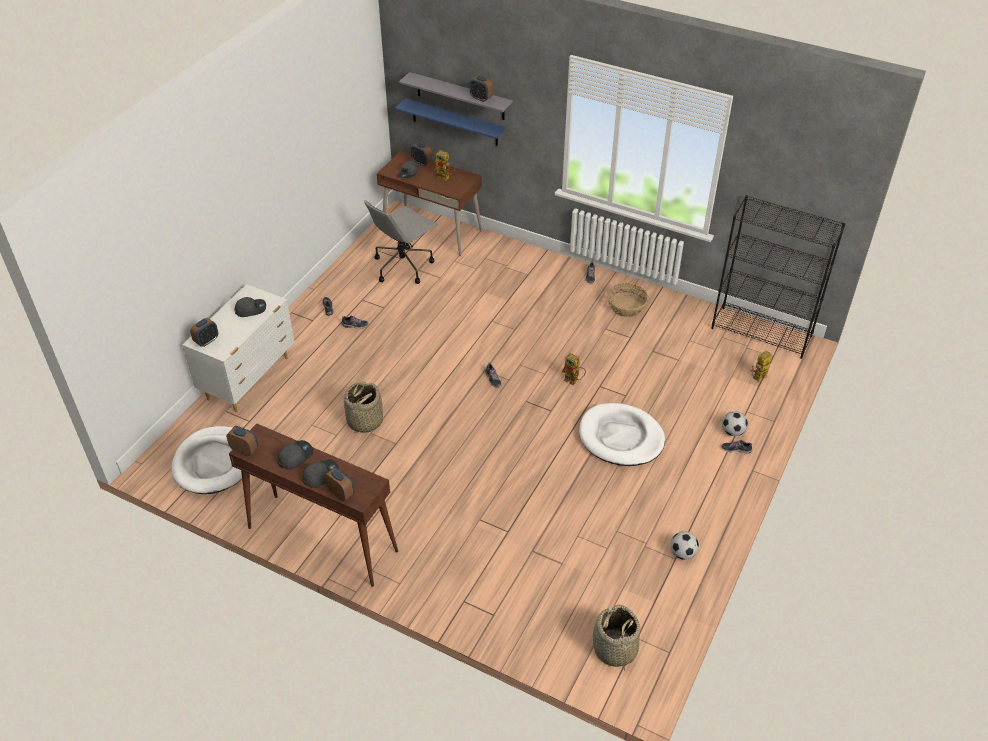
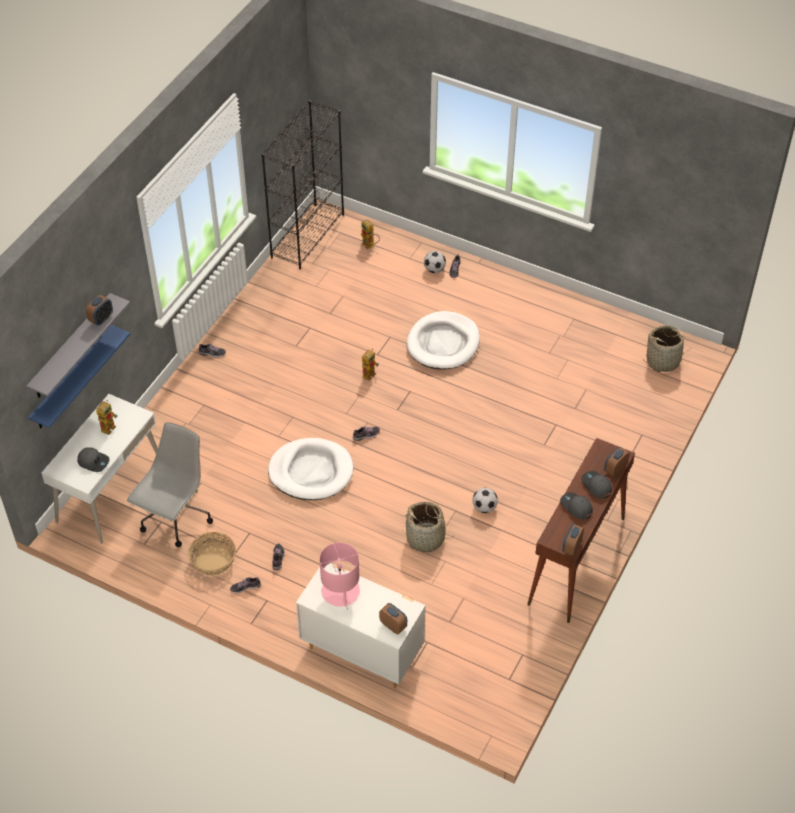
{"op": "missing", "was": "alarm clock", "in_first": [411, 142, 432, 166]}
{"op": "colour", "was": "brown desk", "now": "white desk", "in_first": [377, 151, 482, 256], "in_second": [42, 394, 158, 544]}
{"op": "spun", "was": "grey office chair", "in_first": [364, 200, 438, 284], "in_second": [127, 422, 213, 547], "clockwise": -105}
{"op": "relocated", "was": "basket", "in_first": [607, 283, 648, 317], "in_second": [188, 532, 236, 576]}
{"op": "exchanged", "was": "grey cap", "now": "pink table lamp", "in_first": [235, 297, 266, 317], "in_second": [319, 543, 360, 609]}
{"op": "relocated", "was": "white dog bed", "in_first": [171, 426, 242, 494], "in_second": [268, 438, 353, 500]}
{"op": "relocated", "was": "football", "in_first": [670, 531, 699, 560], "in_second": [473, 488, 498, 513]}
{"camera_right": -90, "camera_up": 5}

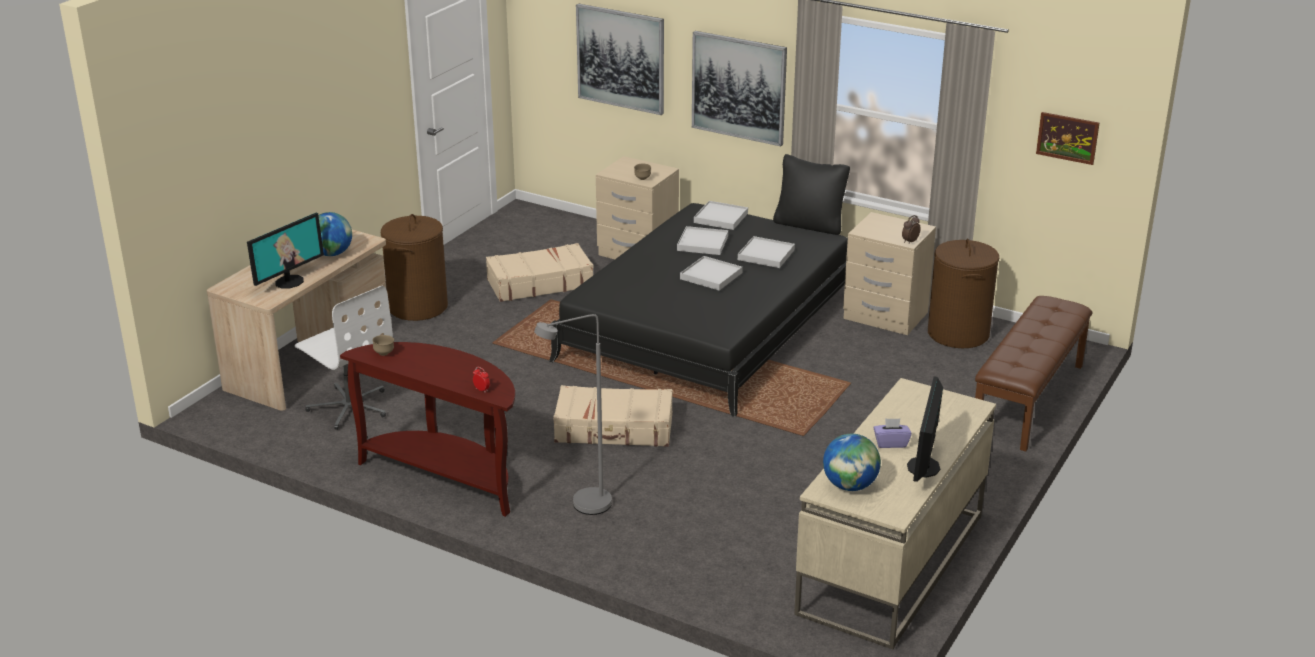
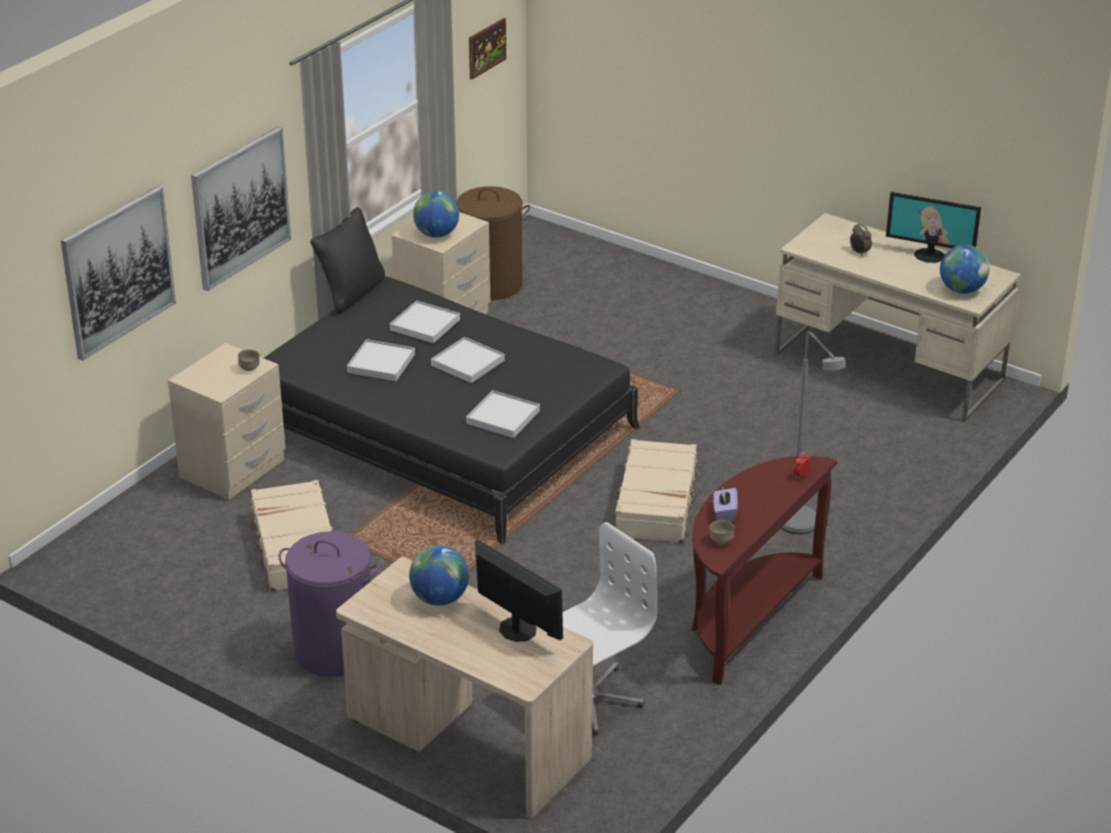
{"op": "relocated", "was": "white tray", "in_first": [694, 201, 748, 230], "in_second": [466, 390, 540, 438]}
{"op": "colour", "was": "brown laundry basket", "now": "purple laundry basket", "in_first": [381, 214, 448, 321], "in_second": [279, 531, 379, 677]}
{"op": "relocated", "was": "alarm clock", "in_first": [902, 215, 921, 244], "in_second": [850, 224, 872, 256]}
{"op": "missing", "was": "brown bench", "in_first": [975, 296, 1092, 452]}
{"op": "relocated", "was": "purple tissue box", "in_first": [873, 418, 912, 448], "in_second": [713, 488, 738, 522]}
{"op": "appeared", "now": "globe", "in_second": [413, 191, 459, 238]}
{"camera_right": -85, "camera_up": 5}

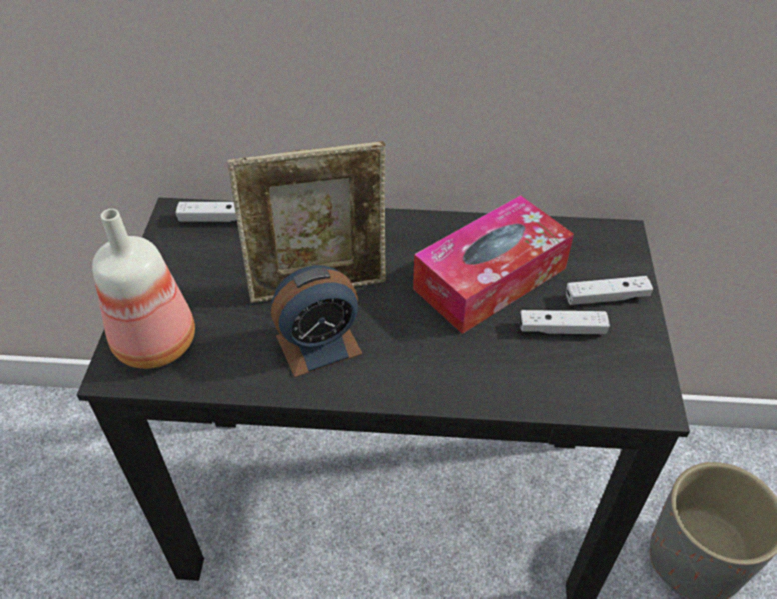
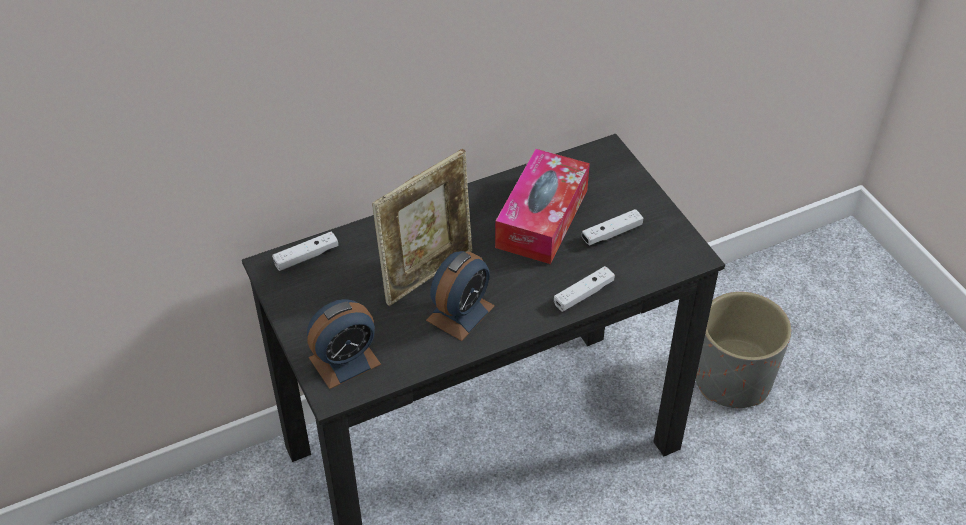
{"op": "exchanged", "was": "bottle", "now": "alarm clock", "in_first": [92, 209, 195, 369], "in_second": [307, 299, 381, 389]}
{"op": "relocated", "was": "white game controller", "in_first": [566, 276, 653, 305], "in_second": [554, 266, 615, 312]}
{"camera_right": -30, "camera_up": 0}

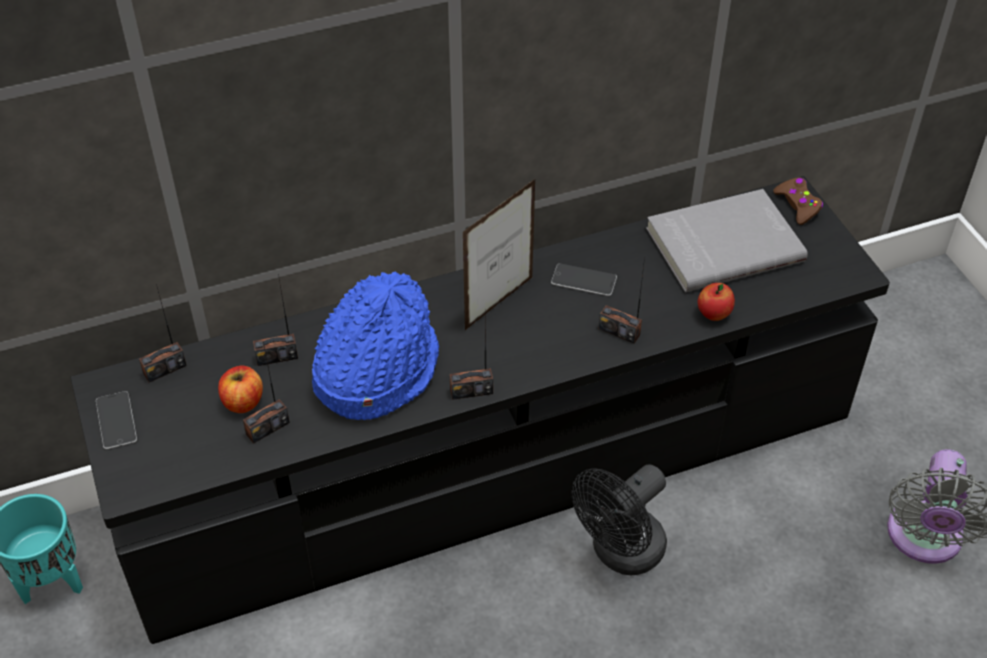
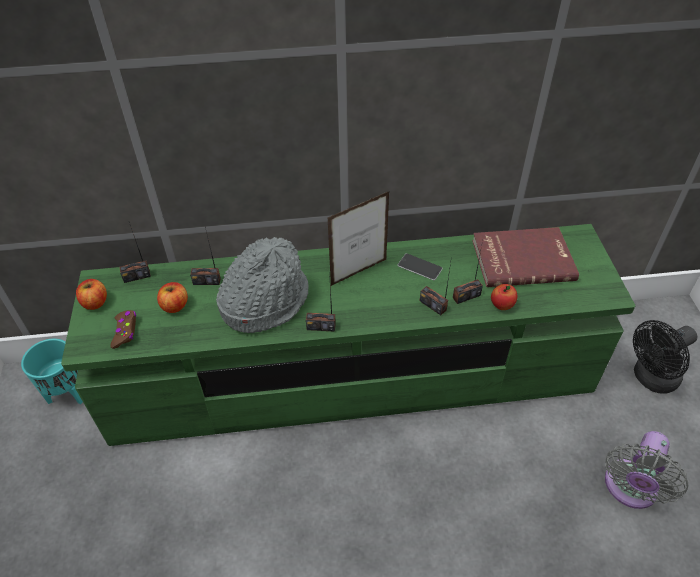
{"op": "colour", "was": "black tv stand", "now": "green tv stand", "in_first": [70, 176, 890, 644], "in_second": [61, 224, 635, 446]}
{"op": "relocated", "was": "brown game controller", "in_first": [773, 178, 823, 225], "in_second": [110, 310, 136, 349]}
{"op": "colour", "was": "grey book", "now": "red book", "in_first": [646, 189, 808, 292], "in_second": [472, 227, 579, 287]}
{"op": "colour", "was": "blue hat", "now": "grey hat", "in_first": [312, 272, 439, 420], "in_second": [216, 237, 309, 333]}
{"op": "relocated", "was": "radio", "in_first": [243, 341, 290, 444], "in_second": [453, 241, 483, 304]}
{"op": "exchanged", "was": "phone", "now": "apple", "in_first": [96, 391, 137, 449], "in_second": [76, 279, 107, 310]}
{"op": "relocated", "was": "black fan", "in_first": [571, 464, 667, 575], "in_second": [633, 320, 697, 394]}
{"camera_right": 15, "camera_up": 0}

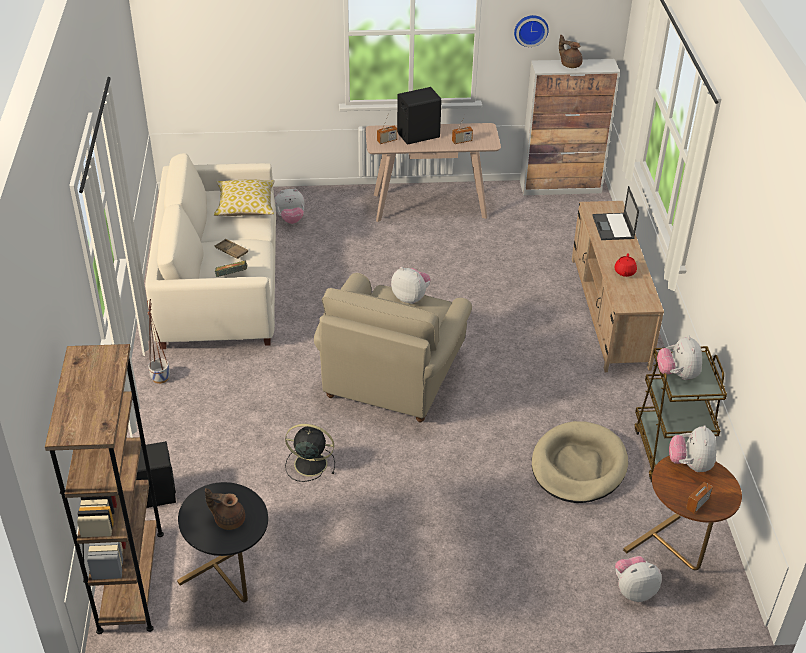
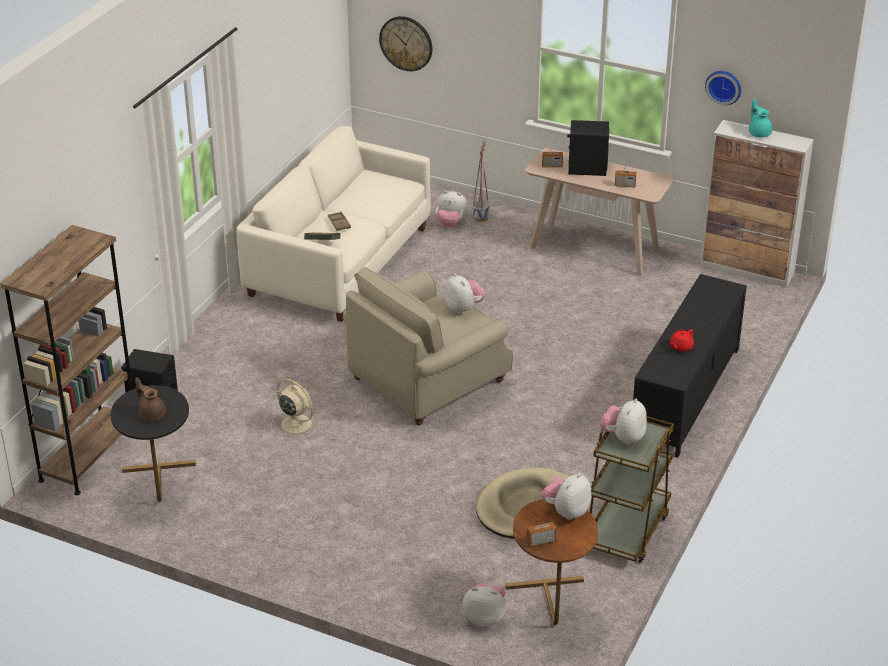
{"op": "colour", "was": "brown teapot", "now": "turquoise teapot", "in_first": [559, 35, 582, 68], "in_second": [749, 99, 772, 137]}
{"op": "missing", "was": "pillow", "in_first": [214, 180, 274, 216]}
{"op": "missing", "was": "laptop", "in_first": [592, 186, 639, 240]}
{"op": "colour", "was": "beige tv stand", "now": "black tv stand", "in_first": [572, 201, 664, 372], "in_second": [633, 274, 747, 458]}
{"op": "relocated", "was": "planter", "in_first": [147, 299, 170, 384], "in_second": [472, 141, 490, 222]}
{"op": "colour", "was": "black fan", "now": "beige fan", "in_first": [285, 424, 335, 482], "in_second": [271, 379, 320, 438]}
{"op": "appeared", "now": "wall clock", "in_second": [379, 16, 432, 71]}
{"camera_right": 30, "camera_up": -5}

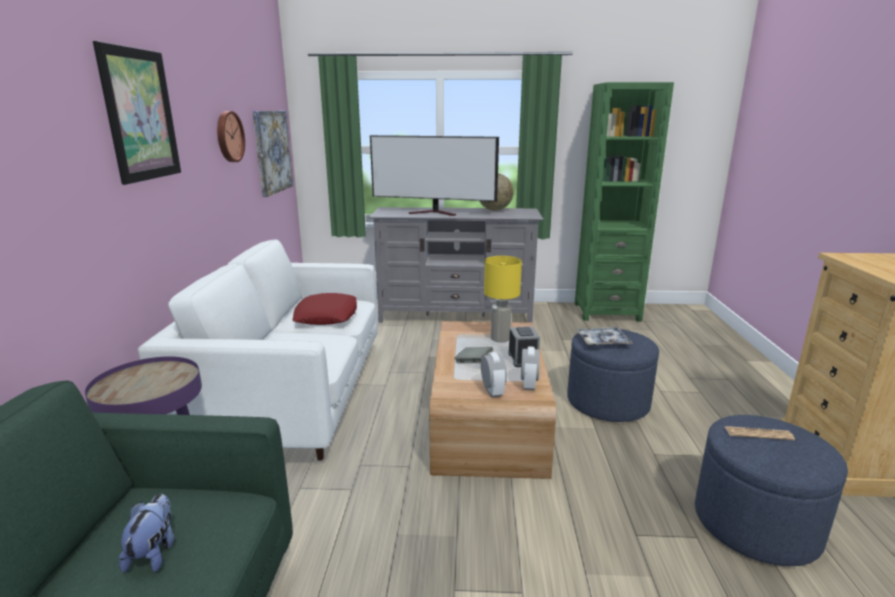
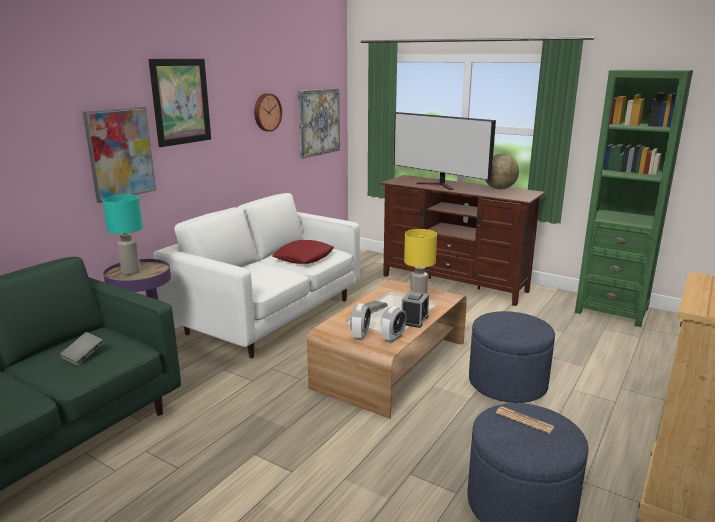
{"op": "colour", "was": "grey tv stand", "now": "brown tv stand", "in_first": [368, 207, 544, 323], "in_second": [380, 175, 546, 306]}
{"op": "missing", "was": "tray", "in_first": [577, 327, 632, 346]}
{"op": "exchanged", "was": "plush toy", "now": "grey book", "in_first": [119, 494, 174, 573], "in_second": [60, 332, 104, 365]}
{"op": "appeared", "now": "picture", "in_second": [83, 106, 156, 203]}
{"op": "appeared", "now": "turquoise table lamp", "in_second": [102, 194, 143, 275]}
{"camera_right": 30, "camera_up": 0}

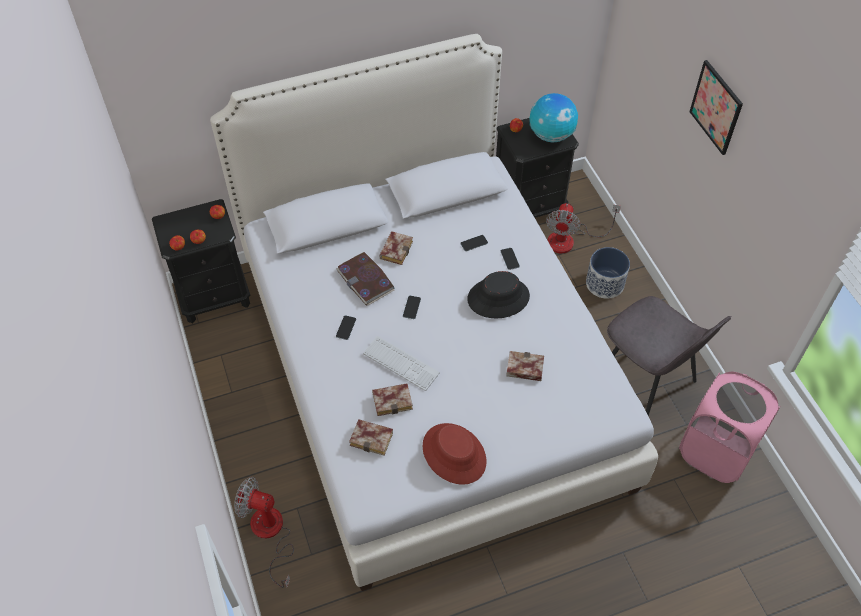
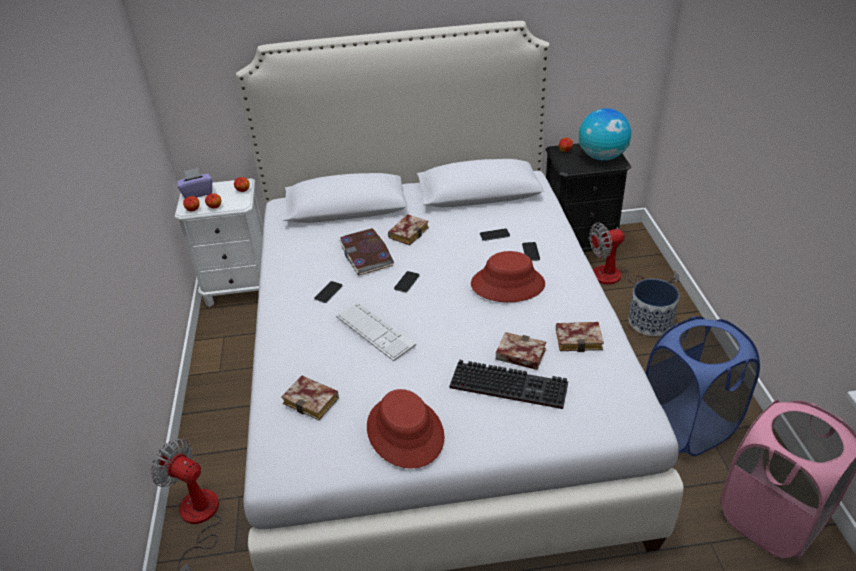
{"op": "missing", "was": "picture", "in_first": [689, 60, 743, 155]}
{"op": "colour", "was": "black nightstand", "now": "white nightstand", "in_first": [152, 199, 250, 324], "in_second": [175, 178, 263, 307]}
{"op": "spun", "was": "fan", "in_first": [546, 203, 621, 254], "in_second": [589, 223, 679, 285], "clockwise": 45}
{"op": "colour", "was": "black hat", "now": "red hat", "in_first": [467, 271, 530, 318], "in_second": [471, 251, 545, 302]}
{"op": "exchanged", "was": "grey chair", "now": "blue laundry basket", "in_first": [607, 296, 732, 416], "in_second": [646, 316, 760, 456]}
{"op": "relocated", "was": "book", "in_first": [372, 383, 413, 416], "in_second": [556, 322, 604, 352]}
{"op": "appeared", "now": "purple tissue box", "in_second": [177, 168, 212, 198]}
{"op": "appeared", "now": "keyboard", "in_second": [450, 360, 568, 409]}
{"camera_right": 15, "camera_up": -15}

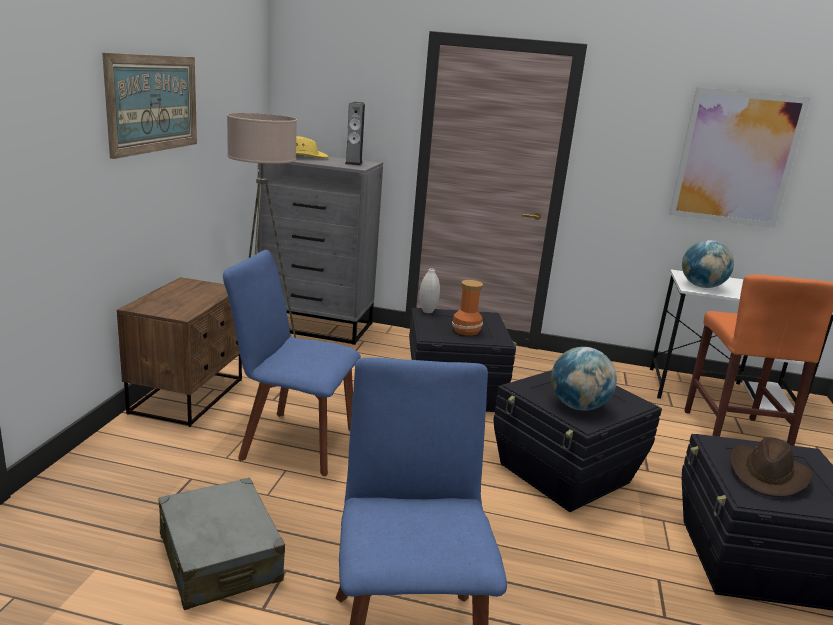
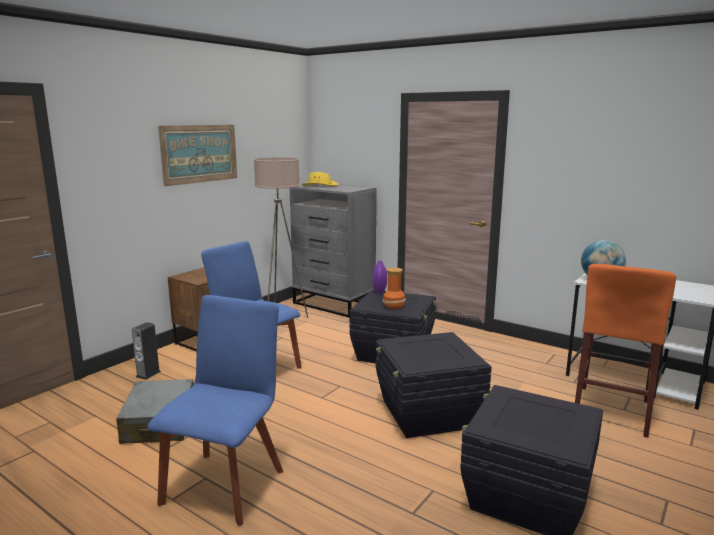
{"op": "missing", "was": "picture", "in_first": [669, 88, 811, 228]}
{"op": "relocated", "was": "speaker", "in_first": [345, 102, 365, 166], "in_second": [132, 322, 161, 380]}
{"op": "colour", "was": "white vase", "now": "purple vase", "in_first": [419, 268, 440, 313], "in_second": [373, 260, 387, 293]}
{"op": "missing", "was": "globe", "in_first": [551, 347, 617, 411]}
{"op": "missing", "was": "brown hat", "in_first": [730, 437, 812, 497]}
{"camera_right": 25, "camera_up": -5}

